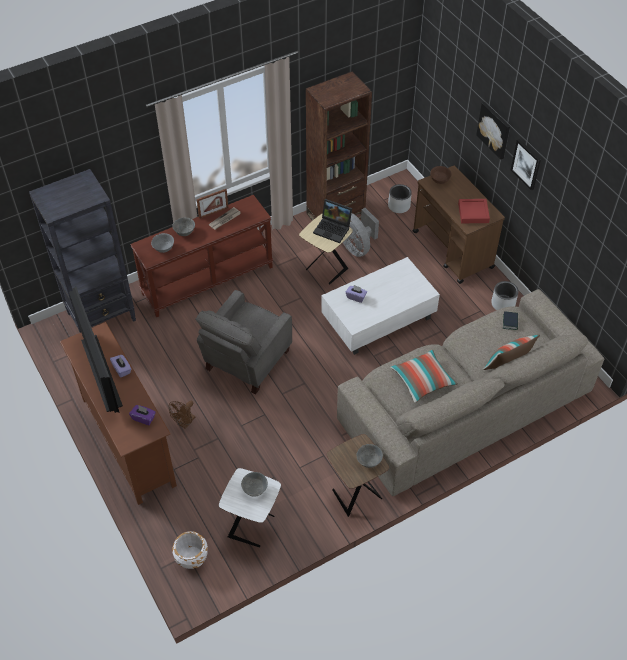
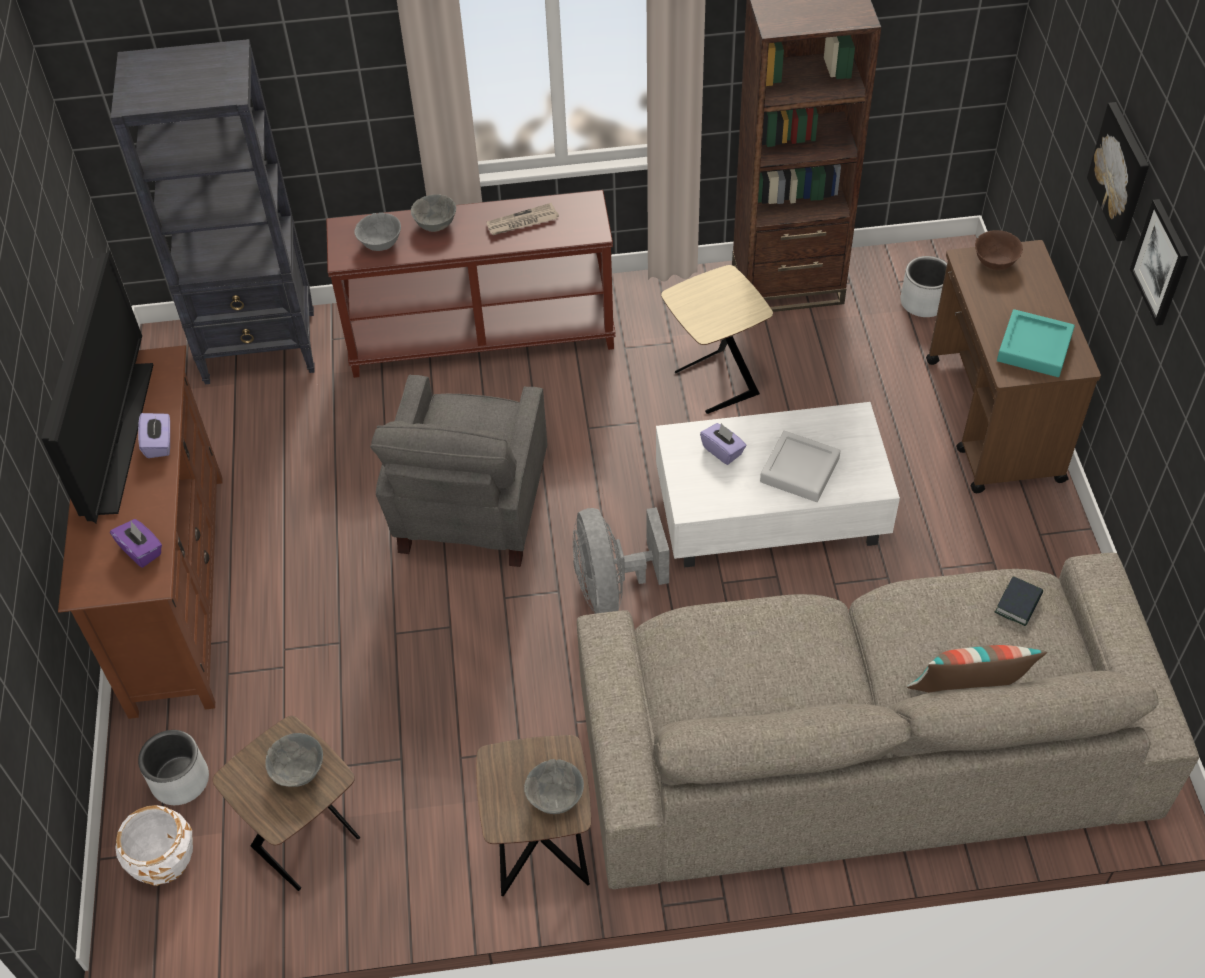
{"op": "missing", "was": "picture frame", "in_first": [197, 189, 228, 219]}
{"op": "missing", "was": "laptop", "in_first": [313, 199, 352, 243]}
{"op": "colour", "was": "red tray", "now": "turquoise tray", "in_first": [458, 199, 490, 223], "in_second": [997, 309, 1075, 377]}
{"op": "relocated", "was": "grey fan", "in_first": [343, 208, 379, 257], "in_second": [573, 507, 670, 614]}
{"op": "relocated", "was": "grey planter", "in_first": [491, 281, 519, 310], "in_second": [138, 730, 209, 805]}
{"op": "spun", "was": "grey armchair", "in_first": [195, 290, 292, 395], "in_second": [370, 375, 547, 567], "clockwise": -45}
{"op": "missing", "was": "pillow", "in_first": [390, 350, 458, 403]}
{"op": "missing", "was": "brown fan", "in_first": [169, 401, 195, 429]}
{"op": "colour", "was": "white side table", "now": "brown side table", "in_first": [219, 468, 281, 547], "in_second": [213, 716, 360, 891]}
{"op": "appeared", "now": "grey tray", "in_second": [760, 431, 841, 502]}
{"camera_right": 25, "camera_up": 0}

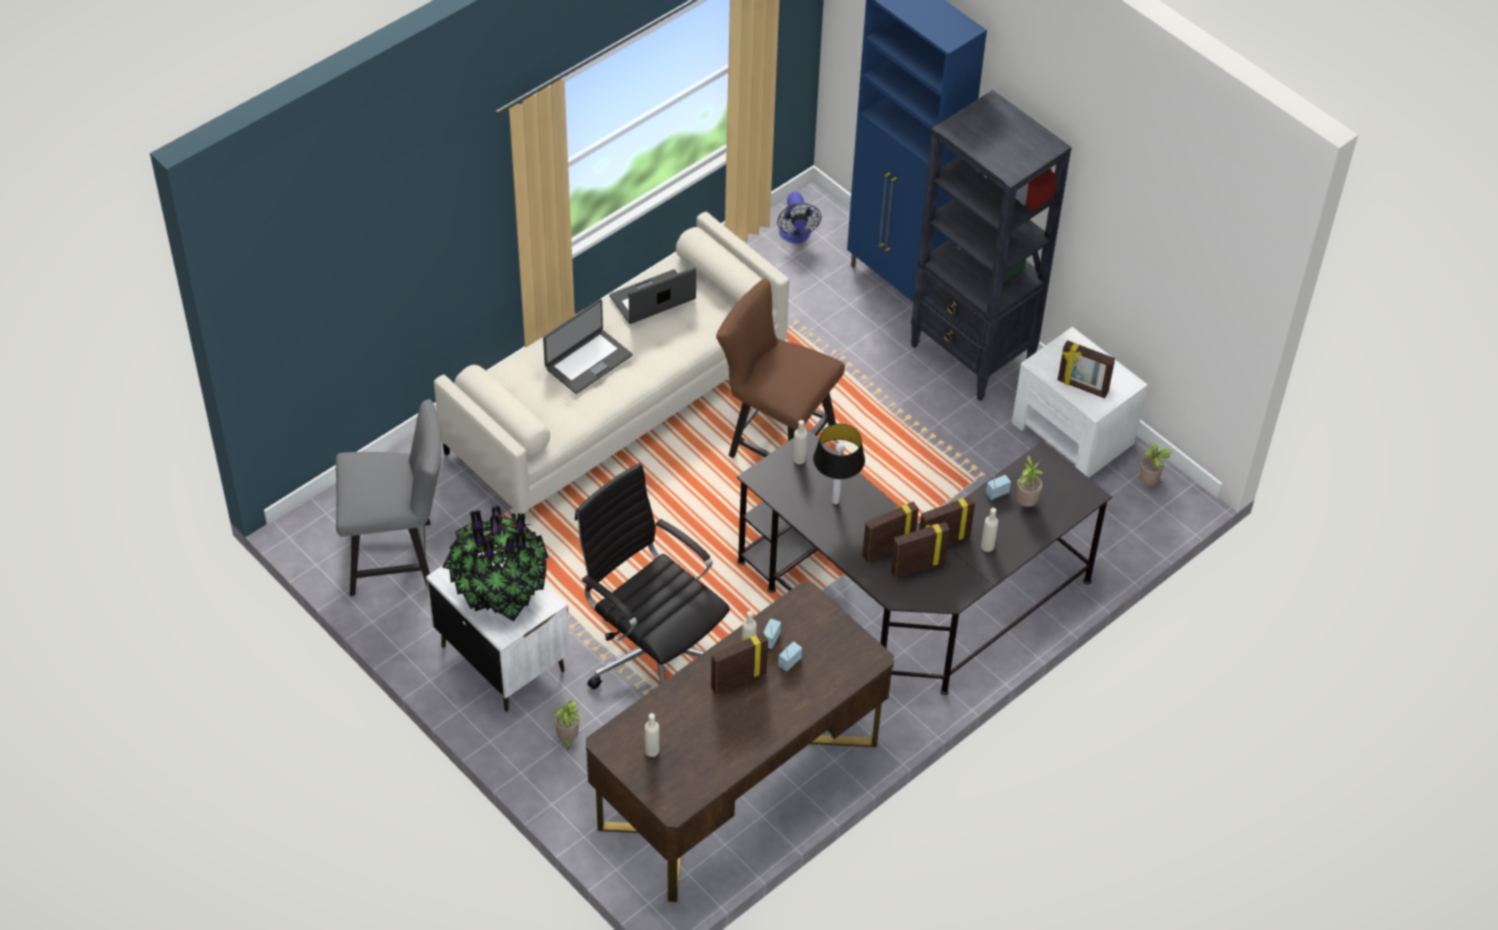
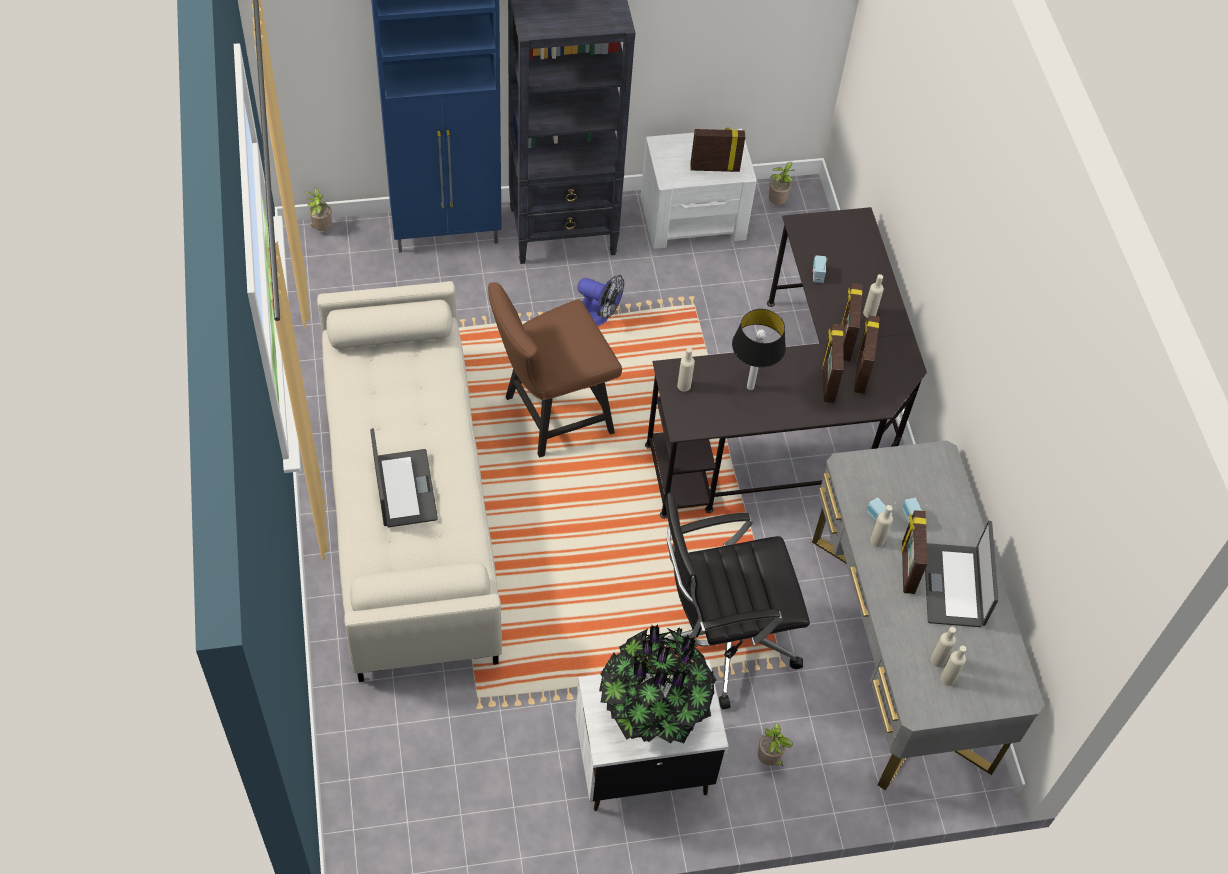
{"op": "relocated", "was": "fan", "in_first": [777, 192, 822, 243], "in_second": [577, 275, 624, 326]}
{"op": "relocated", "was": "laptop", "in_first": [609, 267, 696, 324], "in_second": [925, 521, 998, 627]}
{"op": "spun", "was": "picture frame", "in_first": [1058, 340, 1115, 398], "in_second": [690, 127, 745, 172], "clockwise": -150}
{"op": "missing", "was": "grey chair", "in_first": [335, 399, 441, 596]}
{"op": "relocated", "was": "potted plant", "in_first": [1017, 455, 1043, 507], "in_second": [304, 187, 332, 231]}
{"op": "colour", "was": "brown desk", "now": "grey desk", "in_first": [586, 582, 894, 902], "in_second": [812, 441, 1045, 790]}
{"op": "appeared", "now": "beige bottle", "in_second": [931, 627, 956, 667]}
{"camera_right": -60, "camera_up": 5}

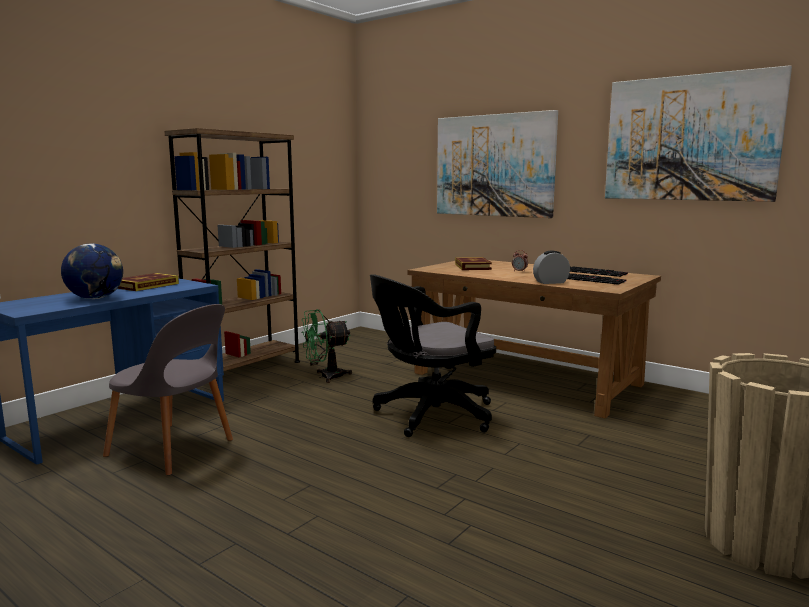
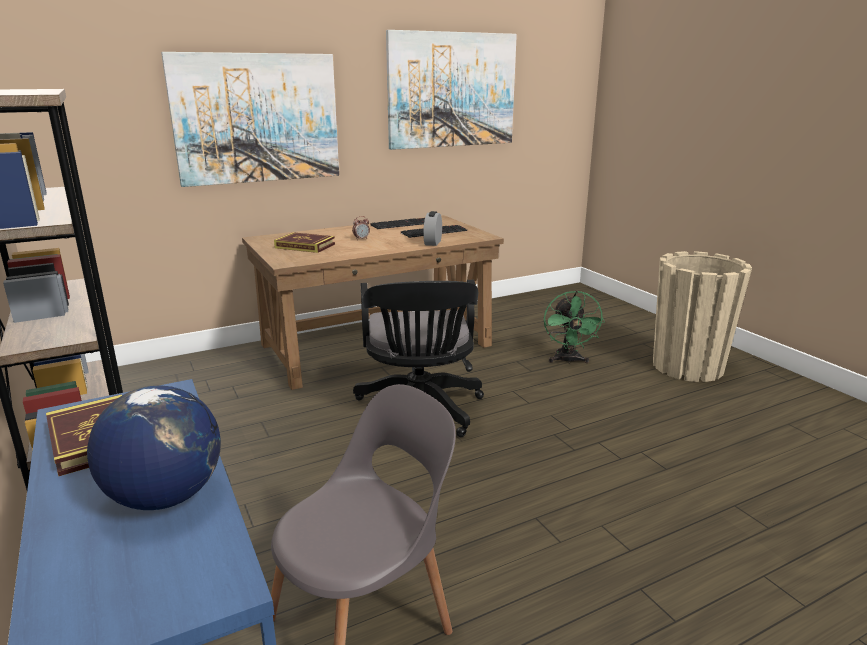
{"op": "relocated", "was": "green fan", "in_first": [301, 309, 352, 383], "in_second": [544, 290, 605, 364]}
{"camera_right": -65, "camera_up": 10}

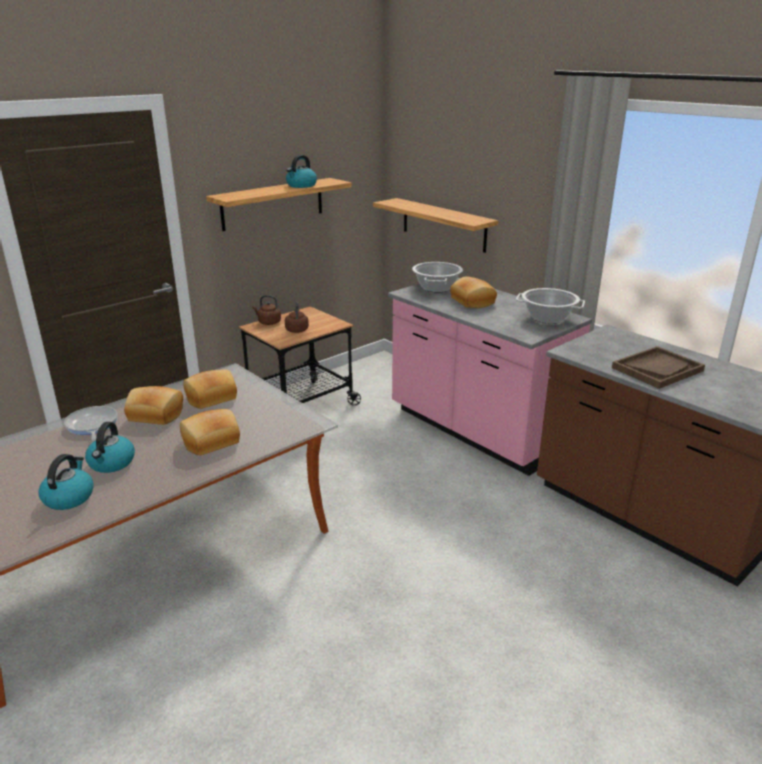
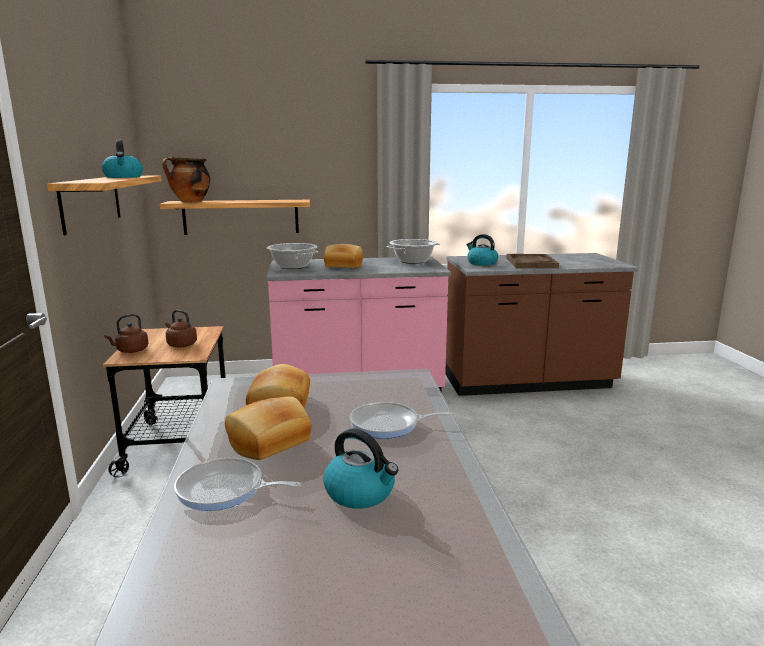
{"op": "exchanged", "was": "bread", "now": "frying pan", "in_first": [180, 409, 240, 456], "in_second": [350, 402, 453, 439]}
{"op": "relocated", "was": "kettle", "in_first": [38, 454, 94, 510], "in_second": [466, 234, 498, 266]}
{"op": "appeared", "now": "cooking pot", "in_second": [162, 157, 210, 202]}
{"camera_right": -55, "camera_up": -10}

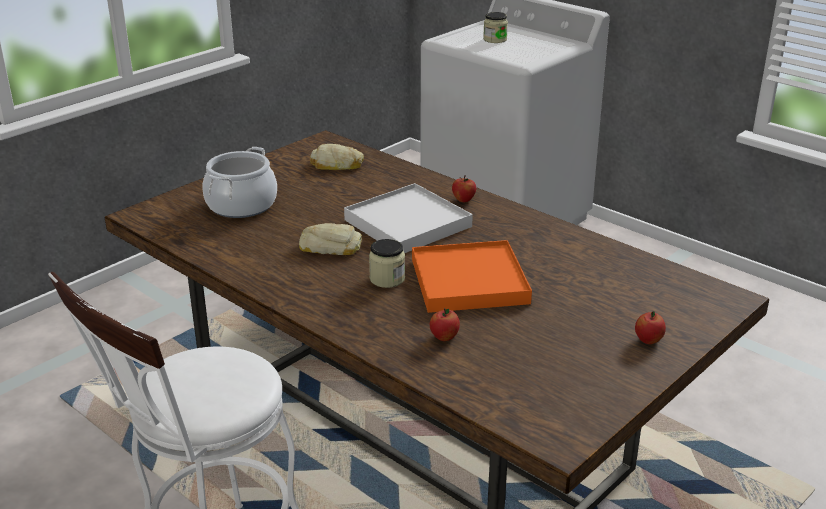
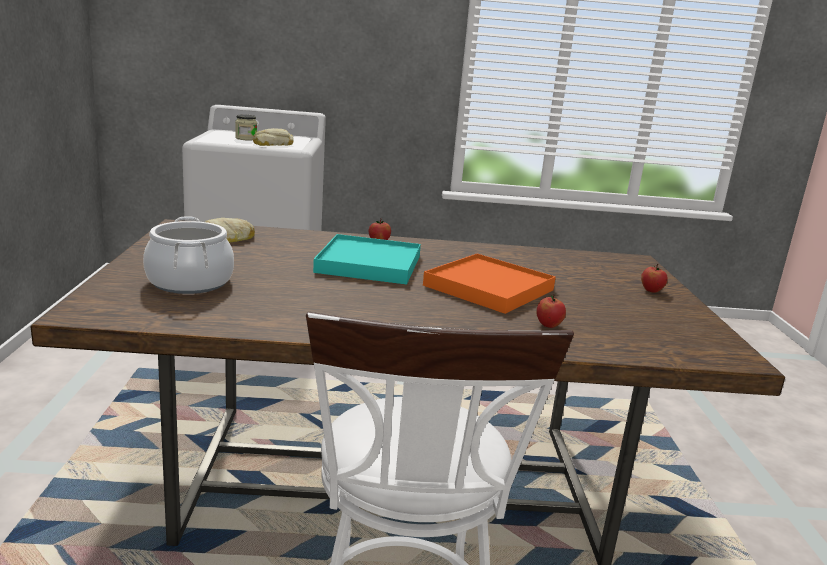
{"op": "colour", "was": "white tray", "now": "turquoise tray", "in_first": [344, 183, 473, 253], "in_second": [313, 234, 421, 285]}
{"op": "relocated", "was": "bread", "in_first": [299, 223, 362, 255], "in_second": [253, 128, 294, 146]}
{"op": "missing", "was": "jar", "in_first": [369, 239, 405, 288]}
{"camera_right": -45, "camera_up": -10}

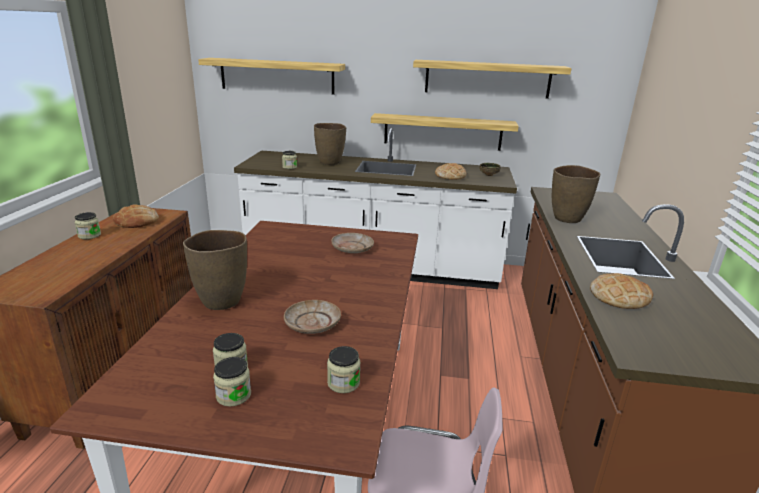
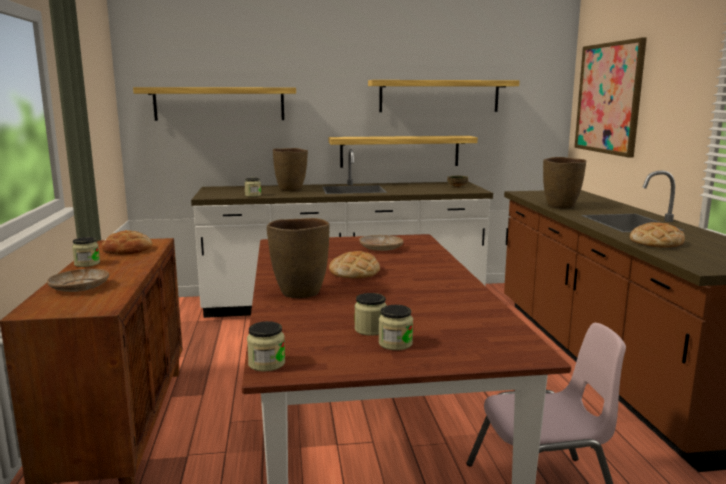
{"op": "relocated", "was": "bread", "in_first": [435, 163, 466, 180], "in_second": [329, 251, 380, 279]}
{"op": "relocated", "was": "beige plate", "in_first": [284, 300, 341, 334], "in_second": [47, 269, 109, 292]}
{"op": "relocated", "was": "jar", "in_first": [327, 346, 361, 393], "in_second": [247, 321, 285, 372]}
{"op": "appeared", "now": "picture", "in_second": [574, 38, 647, 158]}
{"camera_right": -15, "camera_up": -10}

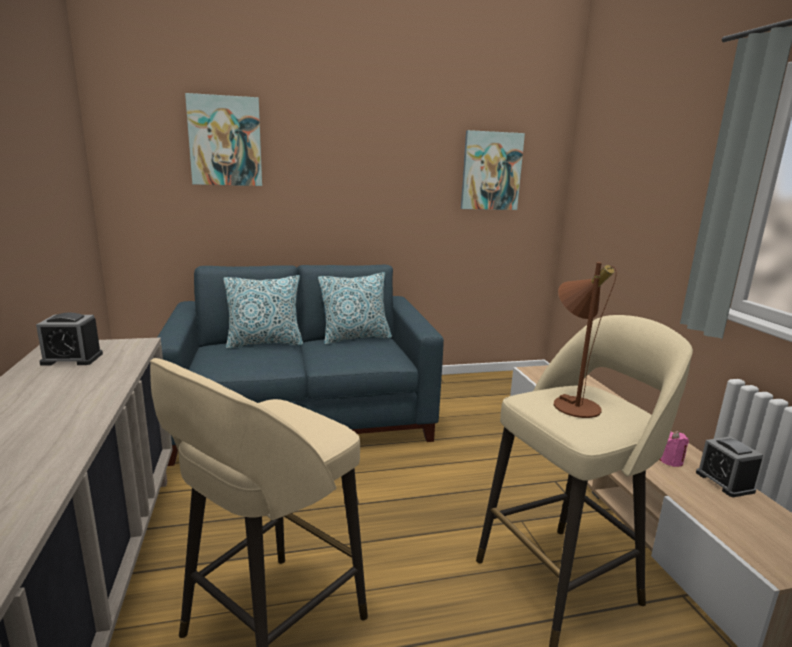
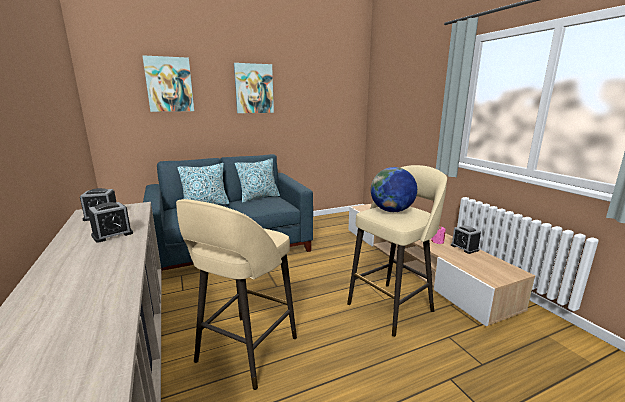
{"op": "relocated", "was": "picture", "in_first": [461, 130, 525, 210], "in_second": [234, 63, 274, 113]}
{"op": "exchanged", "was": "brown table lamp", "now": "globe", "in_first": [554, 262, 617, 418], "in_second": [371, 167, 417, 212]}
{"op": "appeared", "now": "alarm clock", "in_second": [88, 202, 133, 243]}
{"camera_right": -10, "camera_up": 0}

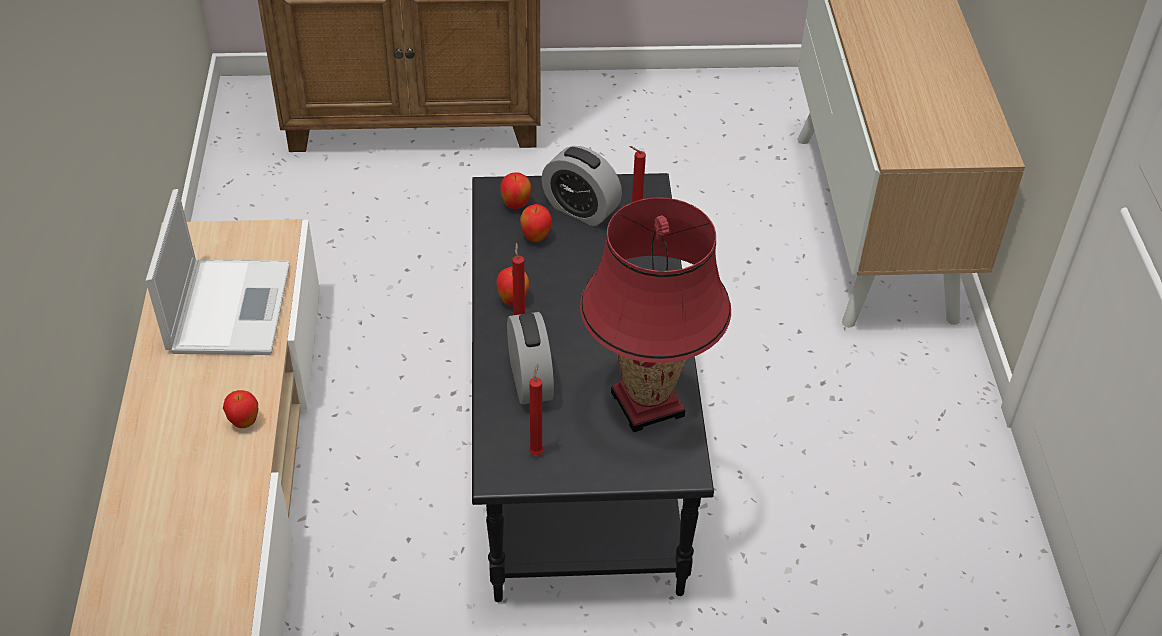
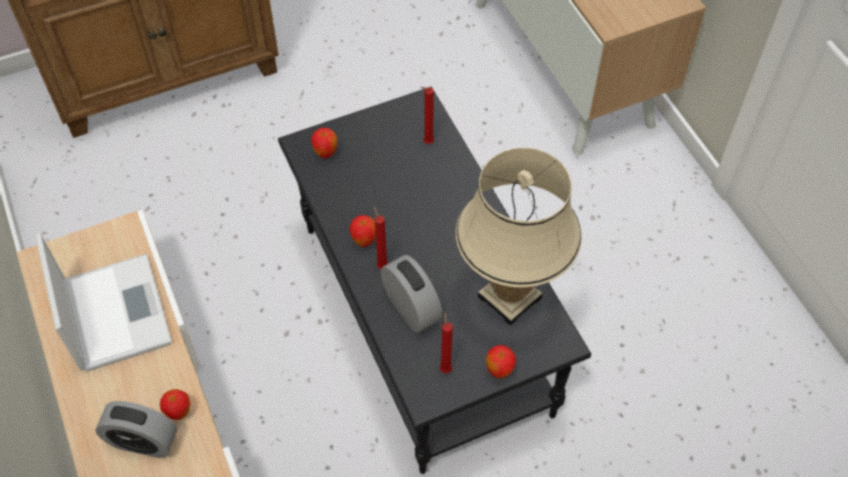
{"op": "relocated", "was": "alarm clock", "in_first": [541, 146, 622, 226], "in_second": [95, 401, 177, 458]}
{"op": "colour", "was": "red table lamp", "now": "beige table lamp", "in_first": [580, 197, 731, 433], "in_second": [456, 148, 582, 325]}
{"op": "relocated", "was": "apple", "in_first": [520, 204, 552, 242], "in_second": [486, 345, 516, 379]}
{"camera_right": -20, "camera_up": 10}

